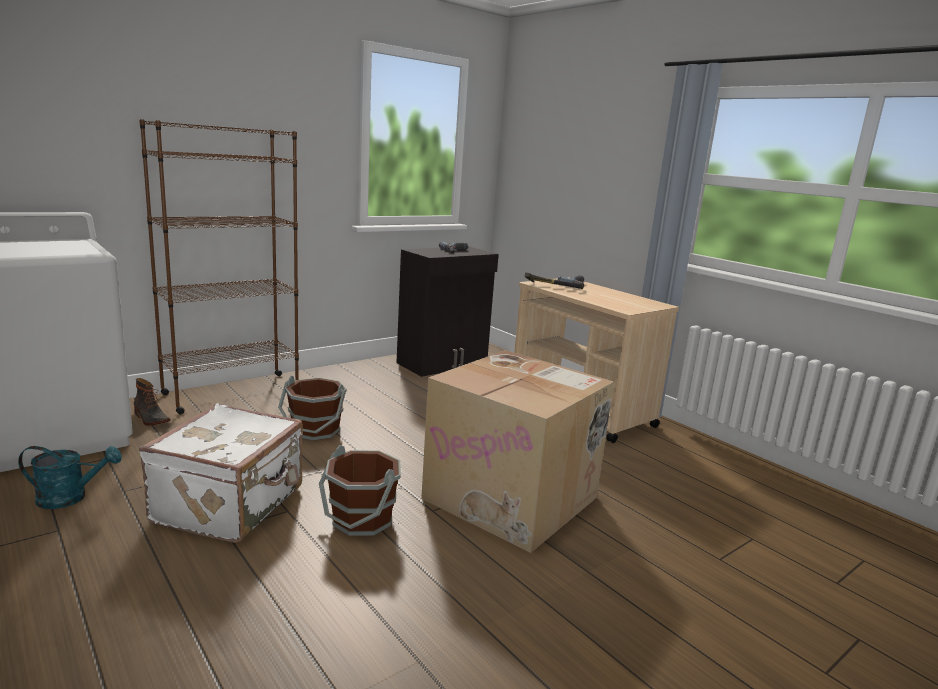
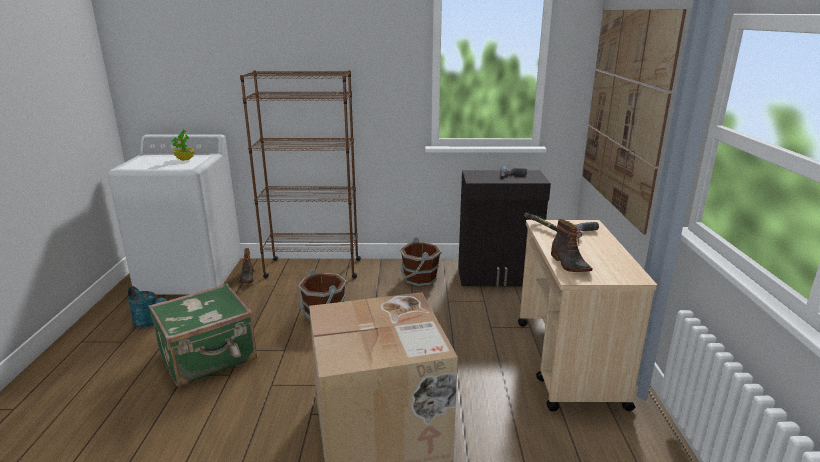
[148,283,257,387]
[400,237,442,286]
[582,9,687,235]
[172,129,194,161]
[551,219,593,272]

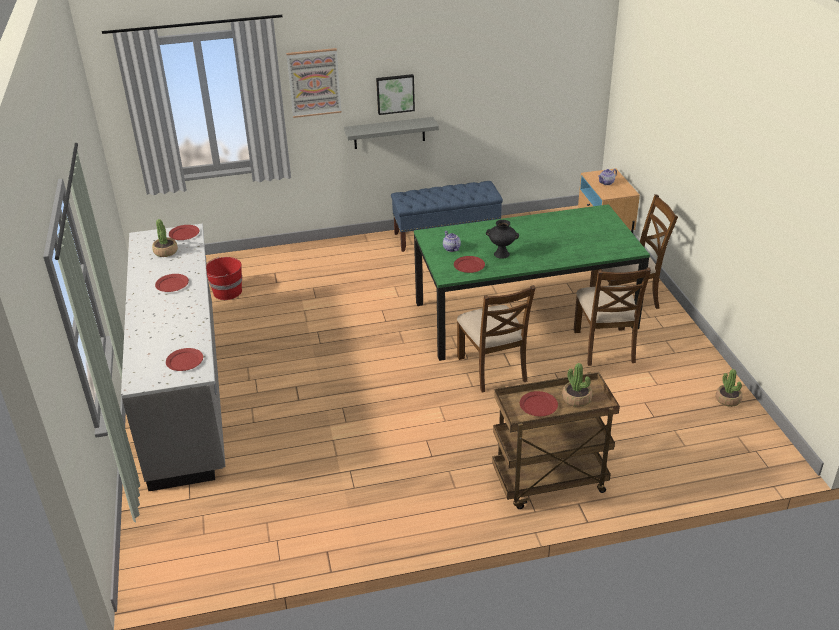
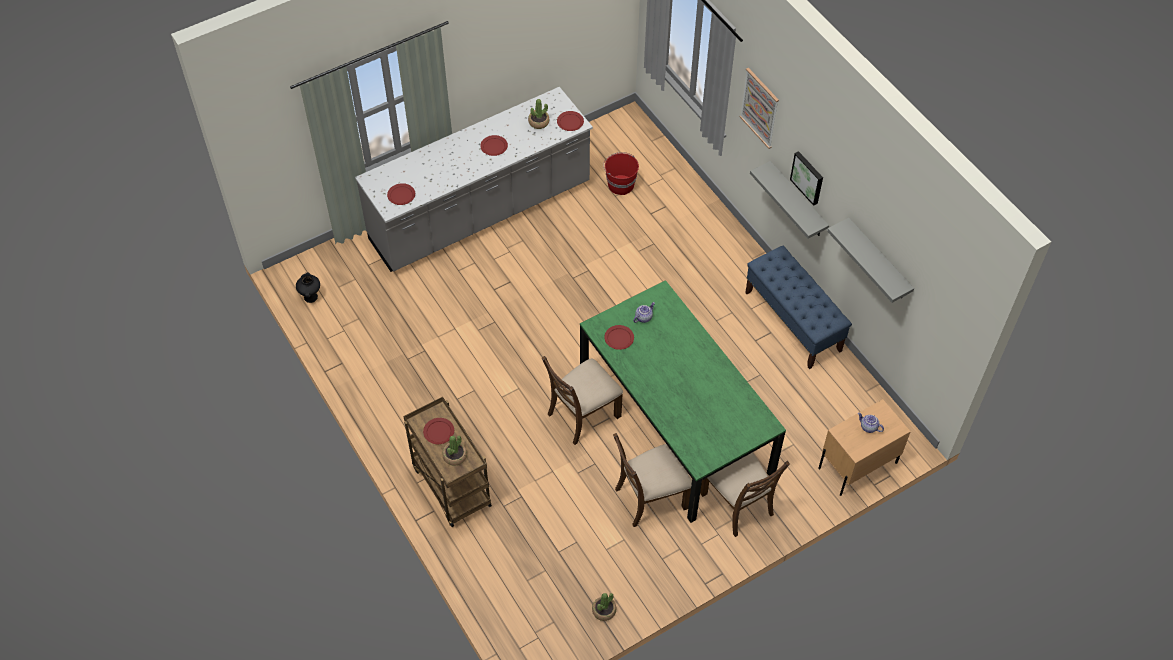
[296,273,320,303]
[827,218,914,303]

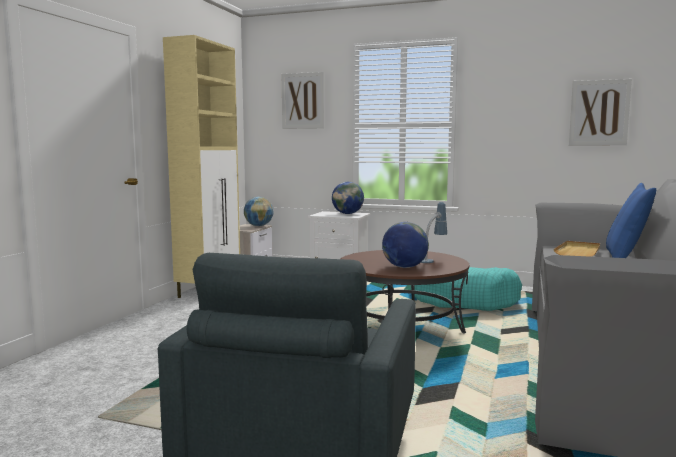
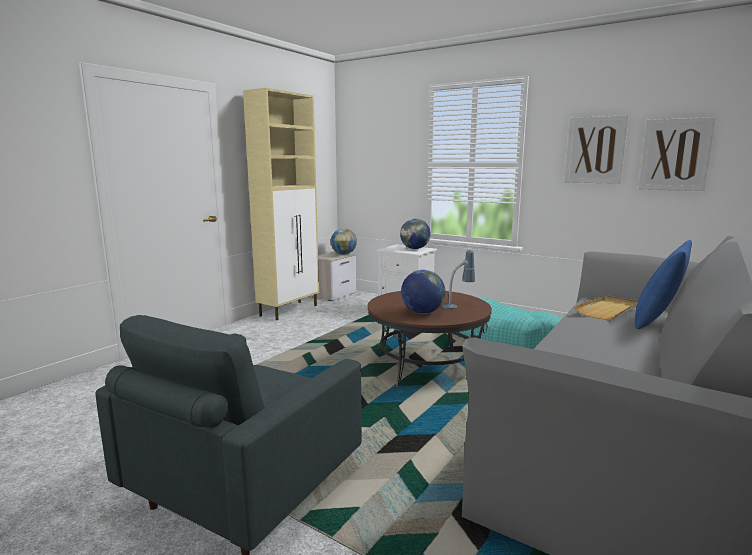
[565,115,629,184]

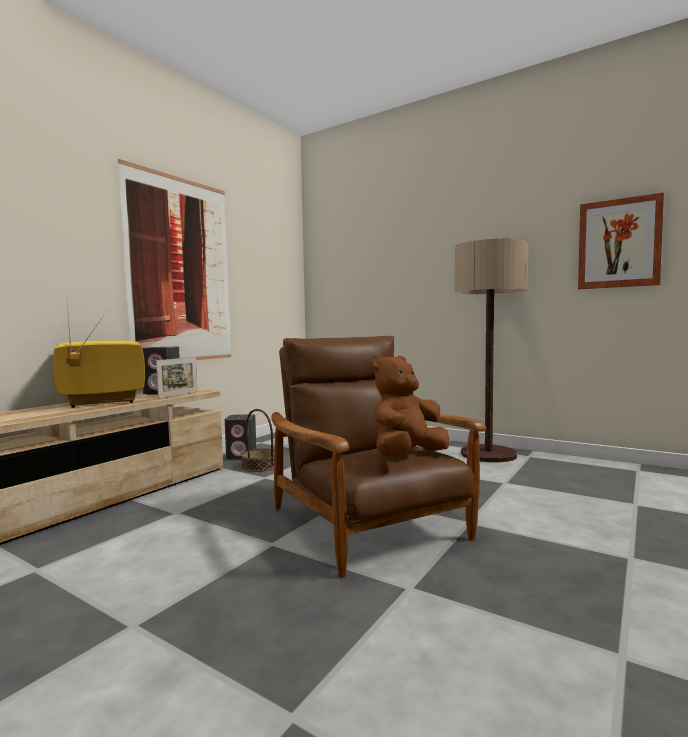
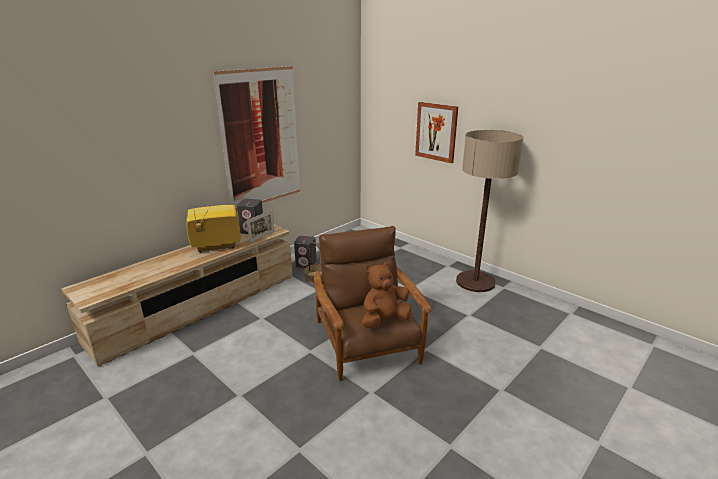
[415,102,458,163]

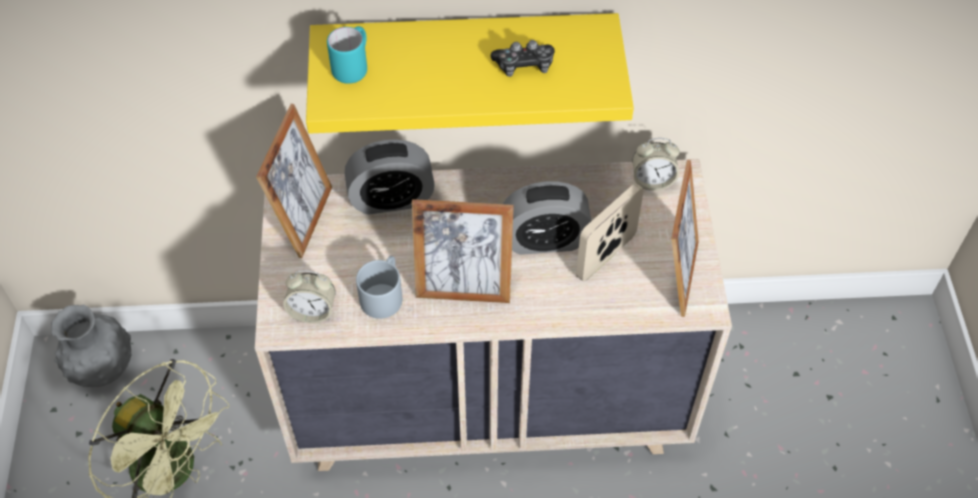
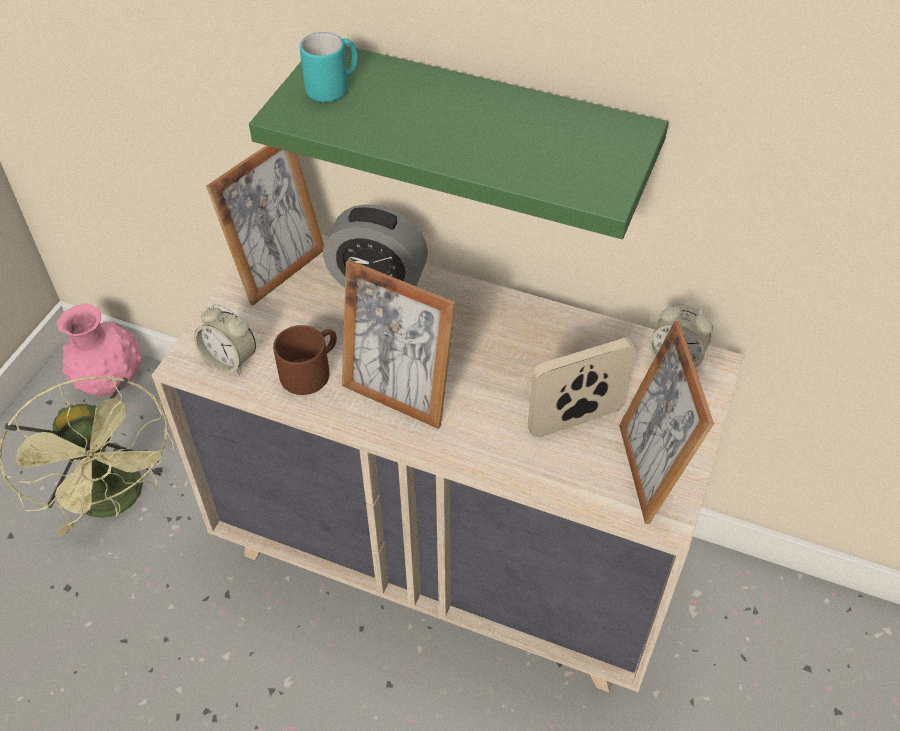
[249,46,669,239]
[491,40,555,77] (first image)
[619,320,714,524]
[503,181,591,255] (first image)
[273,325,337,395]
[57,303,141,396]

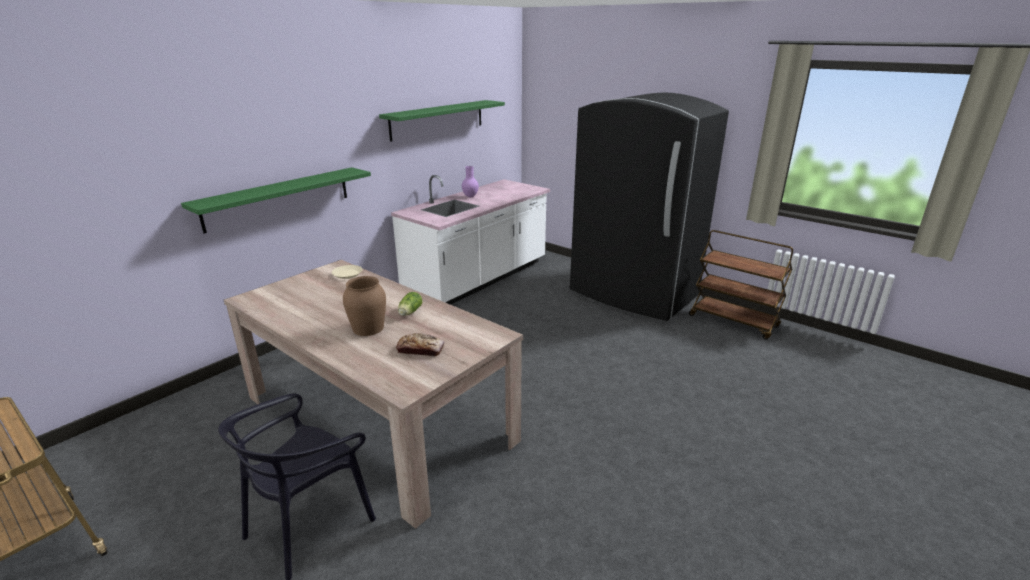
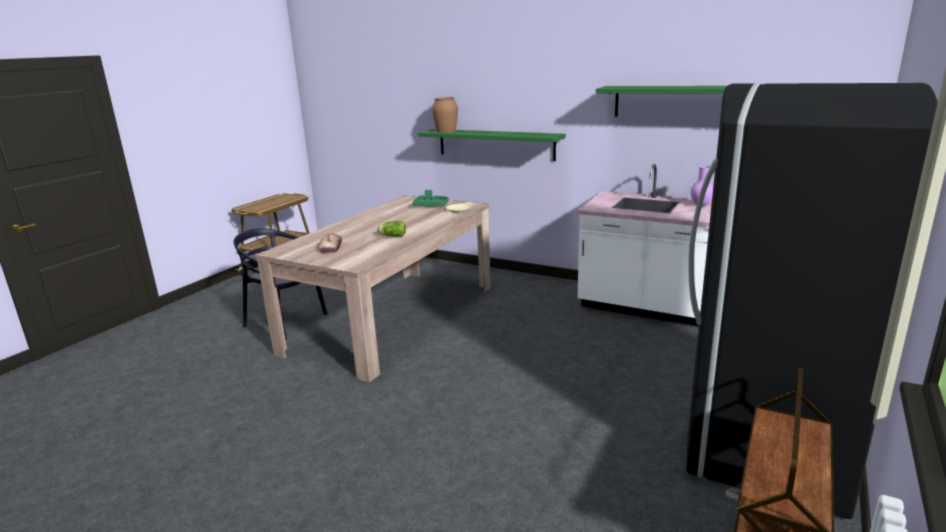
[432,97,458,133]
[412,190,449,207]

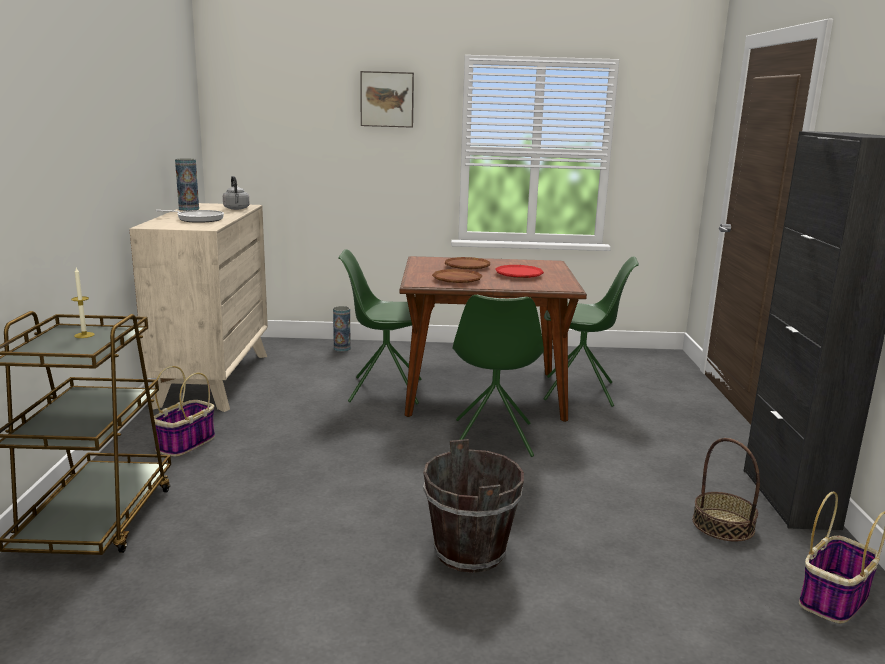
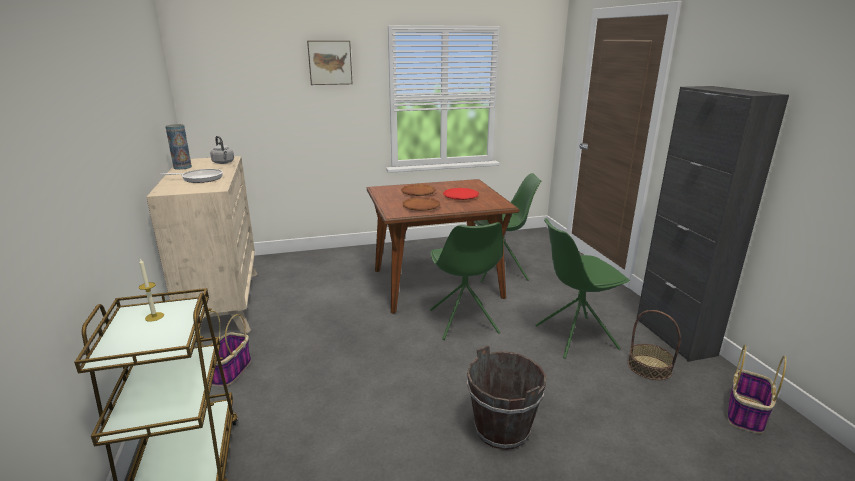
[535,218,630,359]
[333,306,351,352] (first image)

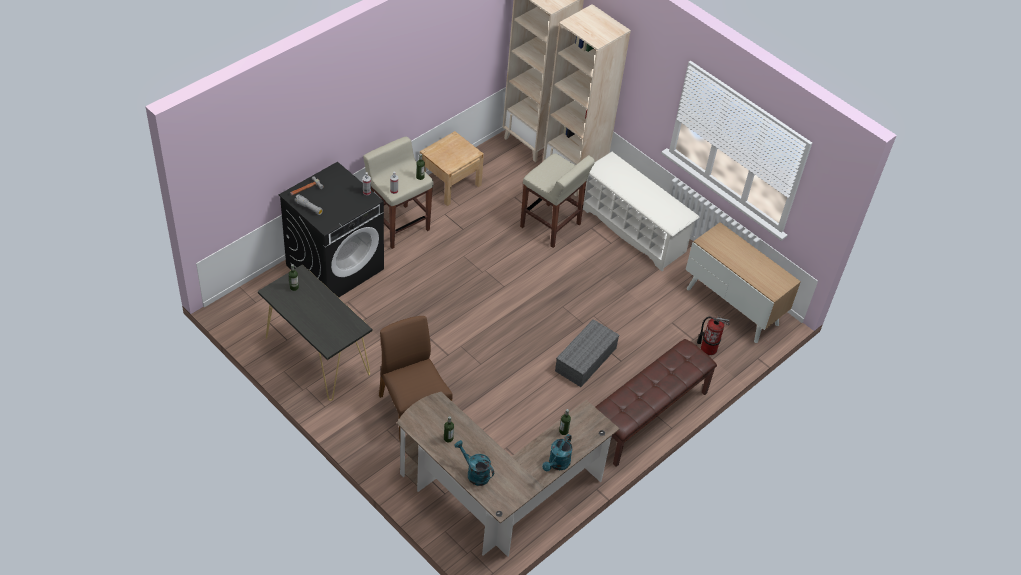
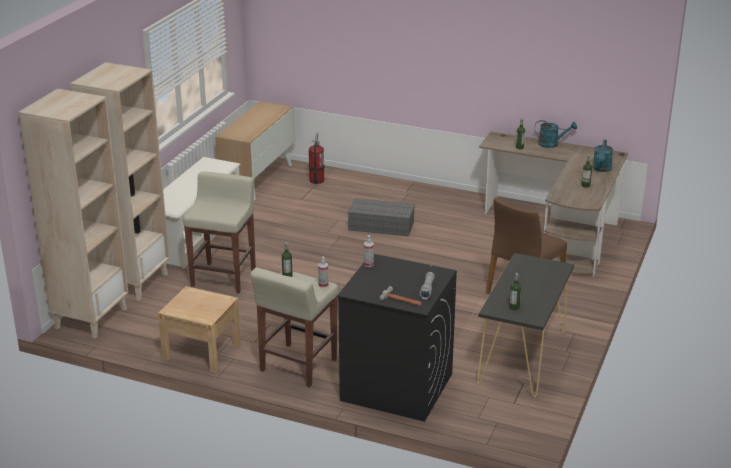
[595,339,717,467] (first image)

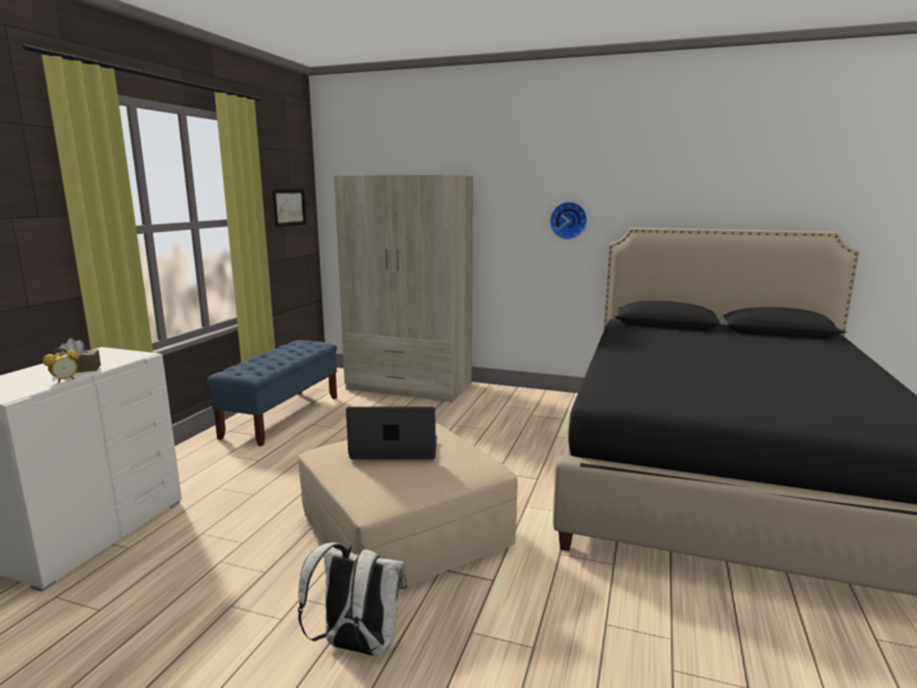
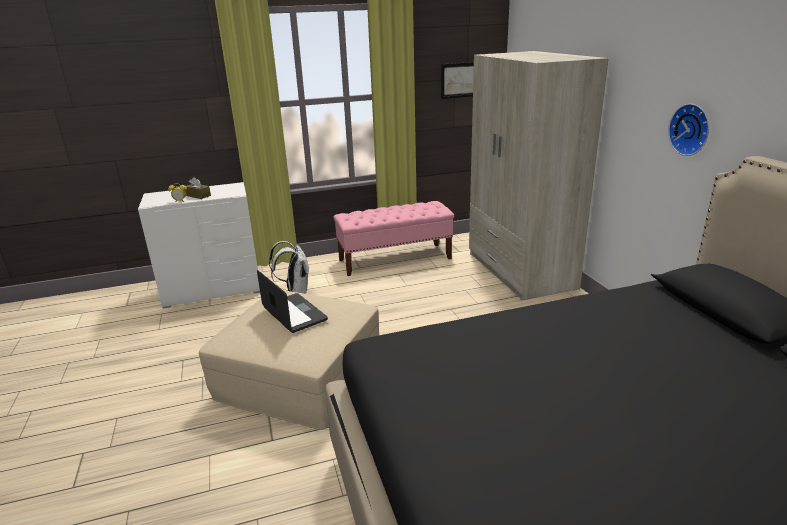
[333,201,454,276]
[269,241,309,294]

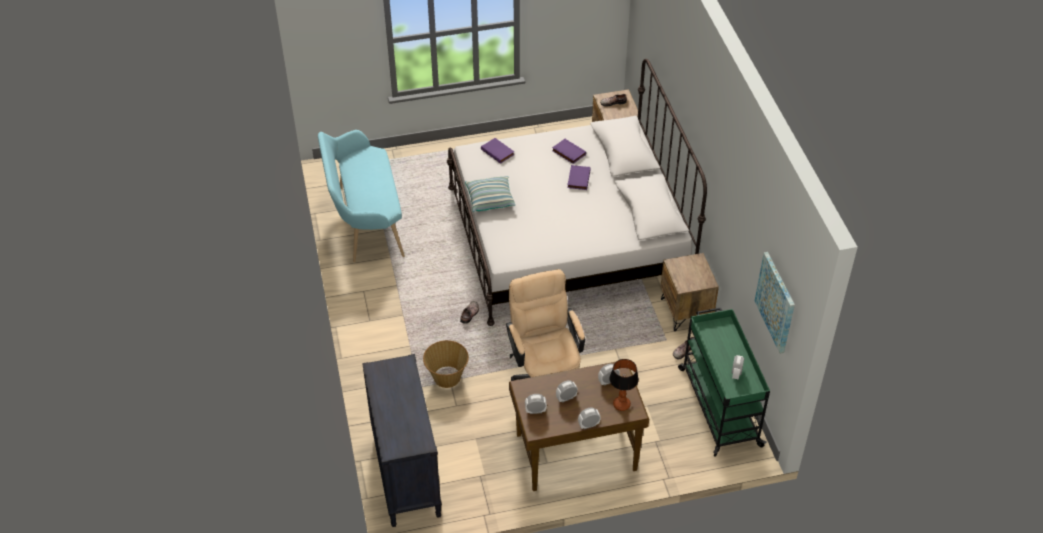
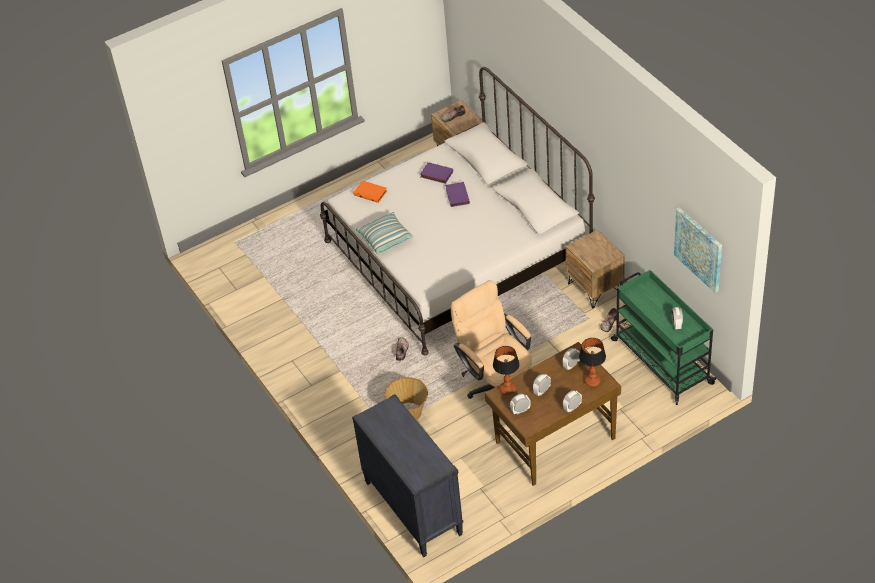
[318,130,405,262] (first image)
[353,180,387,203]
[493,346,520,395]

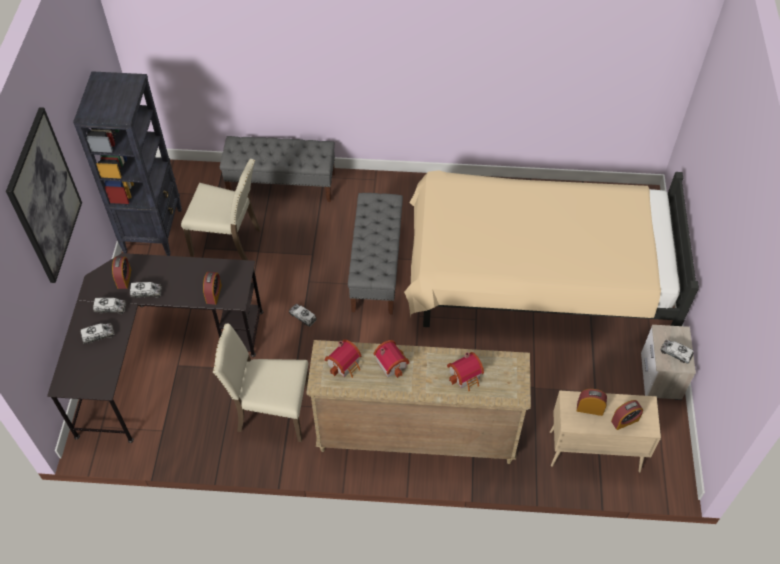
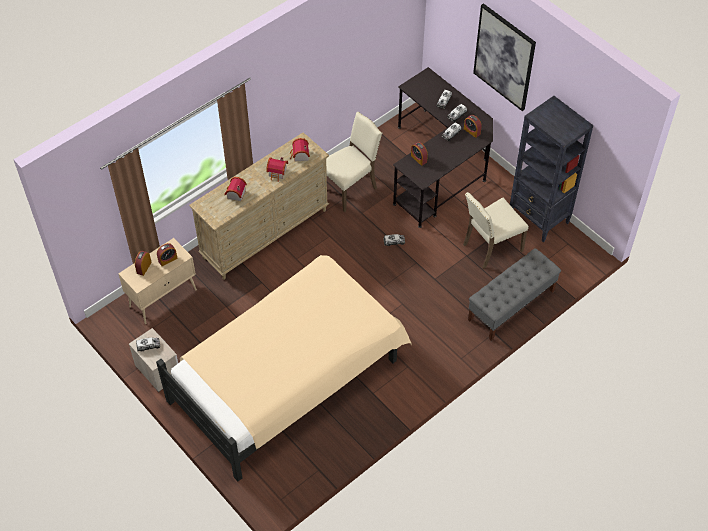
[348,193,403,315] (first image)

